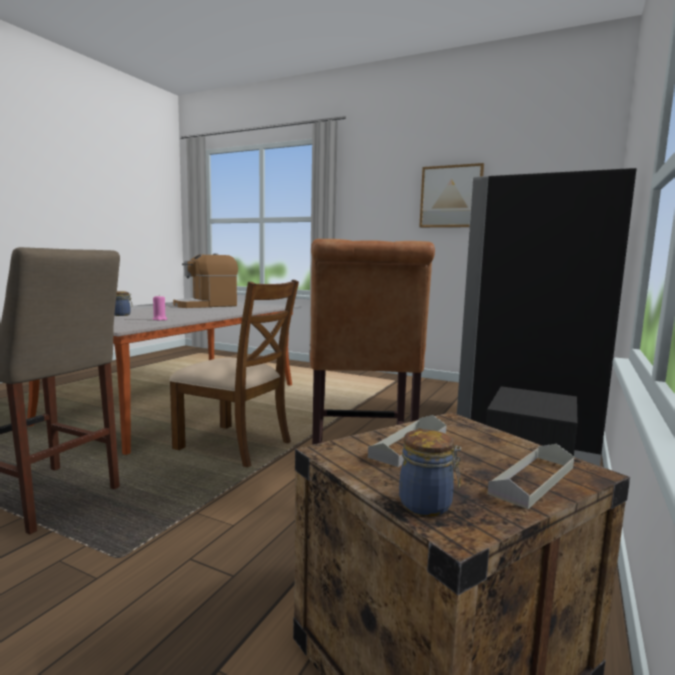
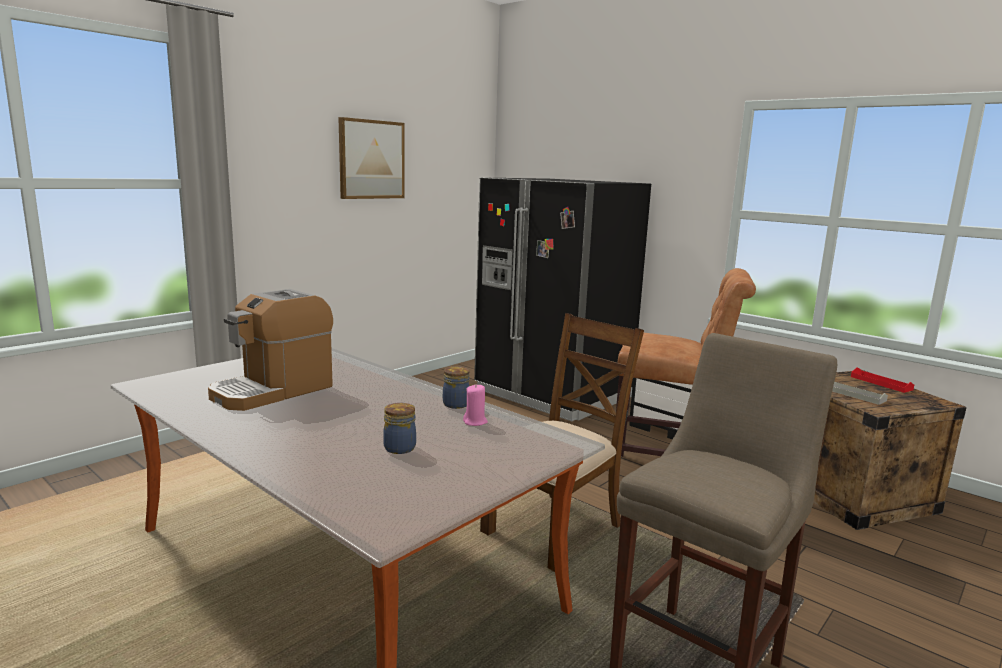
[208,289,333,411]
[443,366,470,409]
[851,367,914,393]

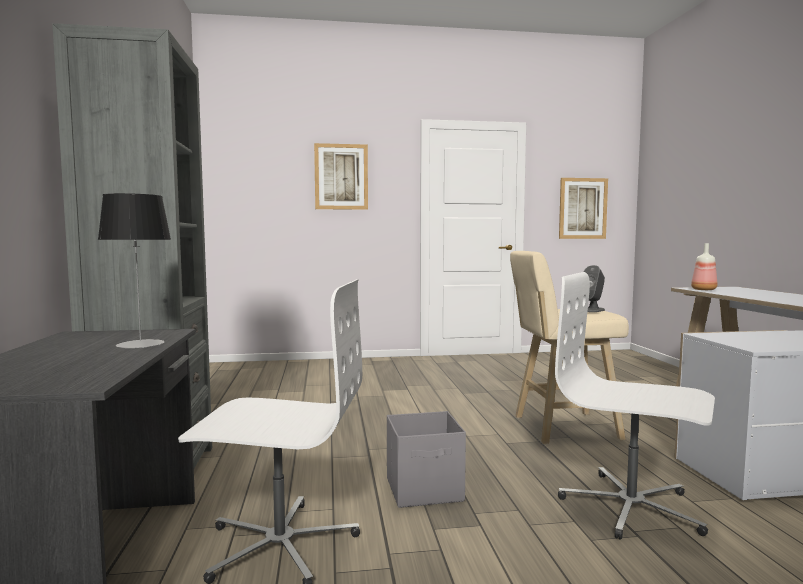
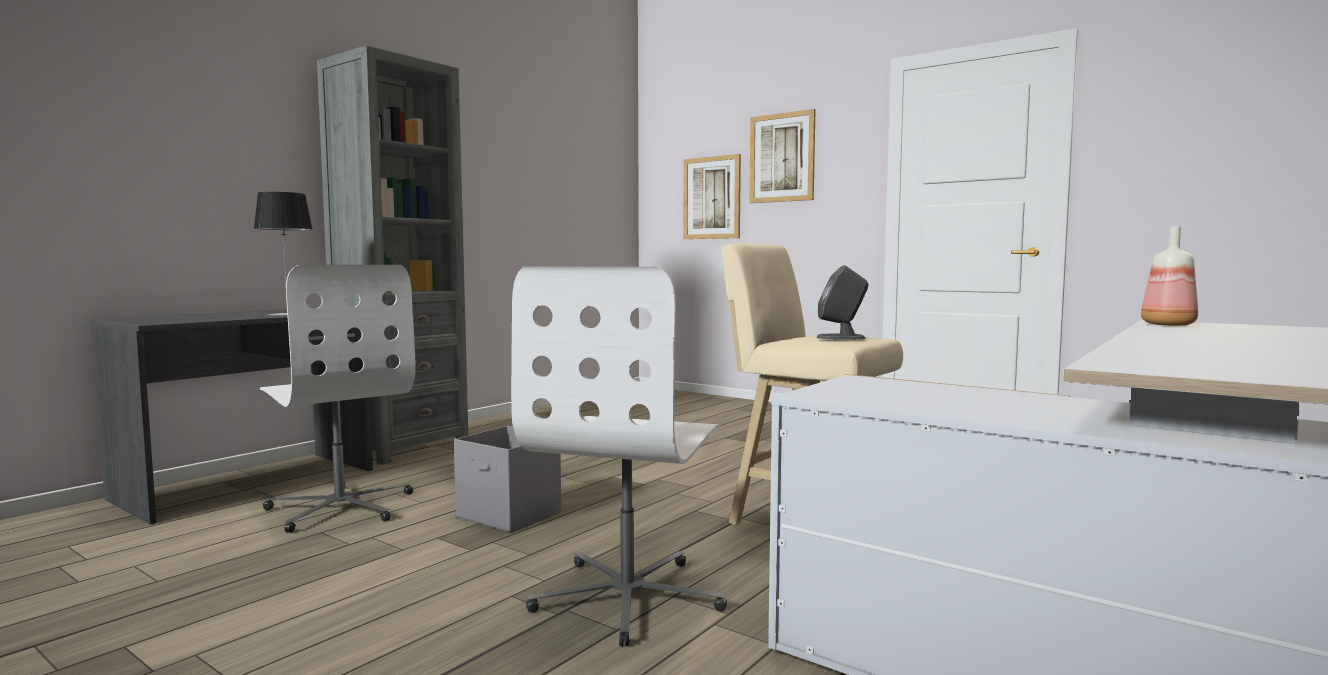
[683,154,741,239]
[511,266,727,646]

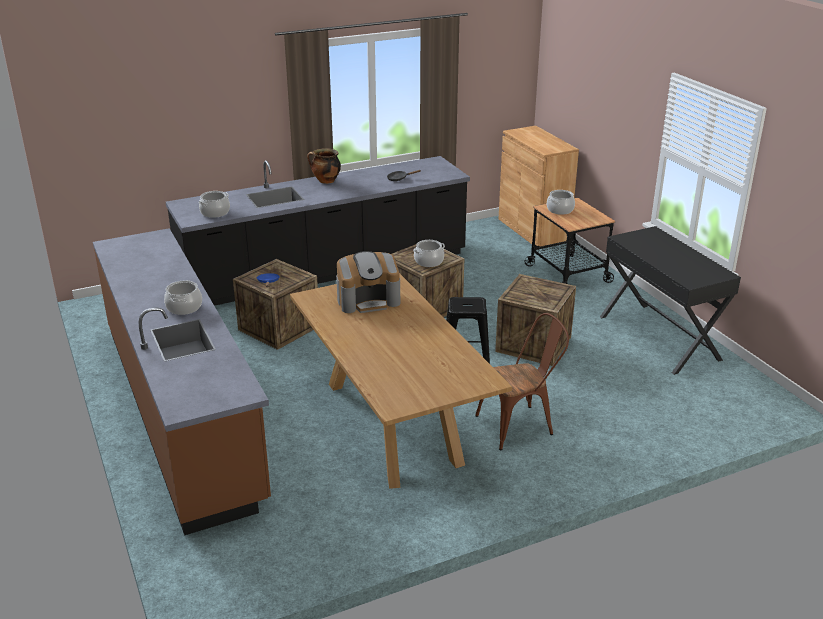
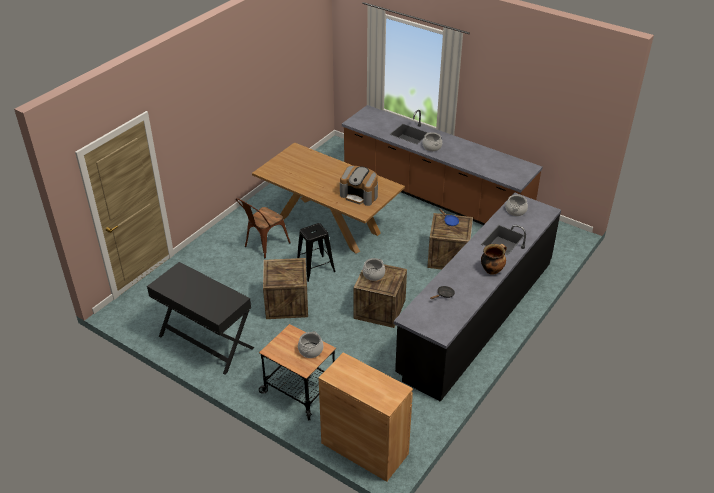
[340,166,378,206]

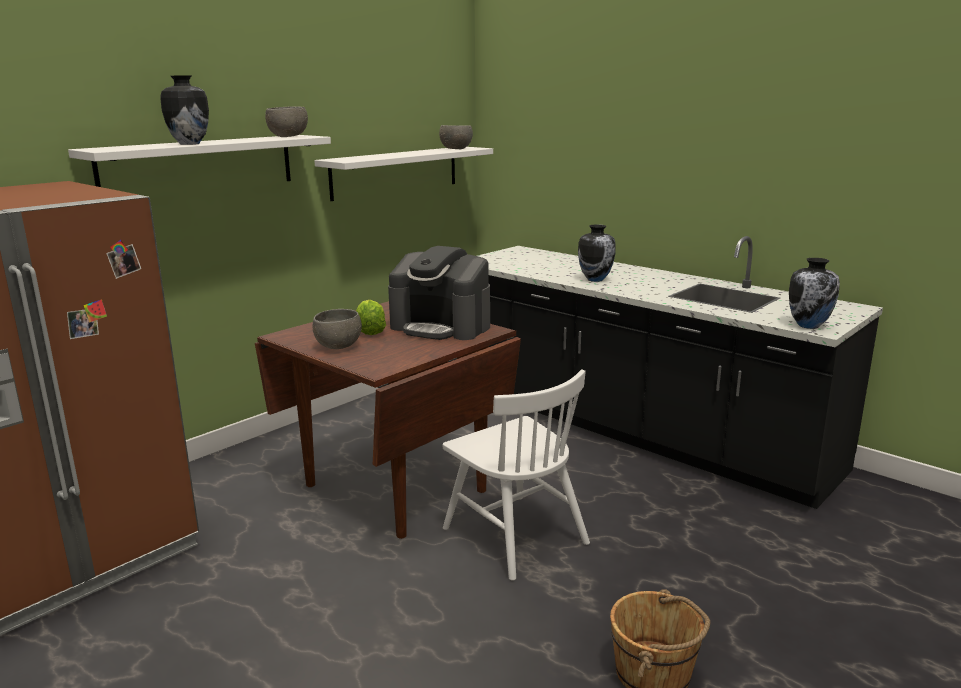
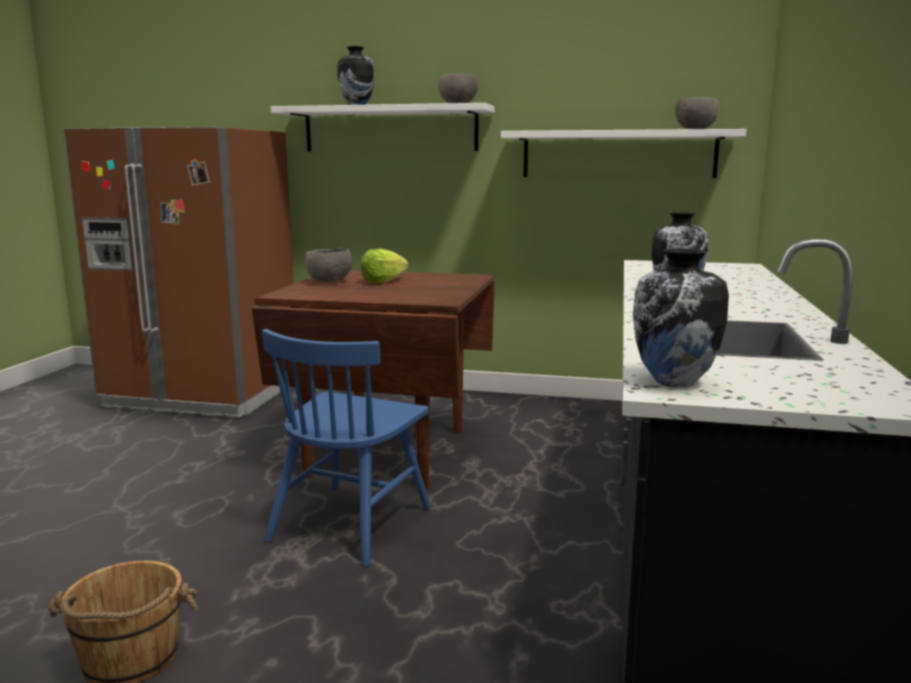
[388,246,490,340] (first image)
[262,329,431,567]

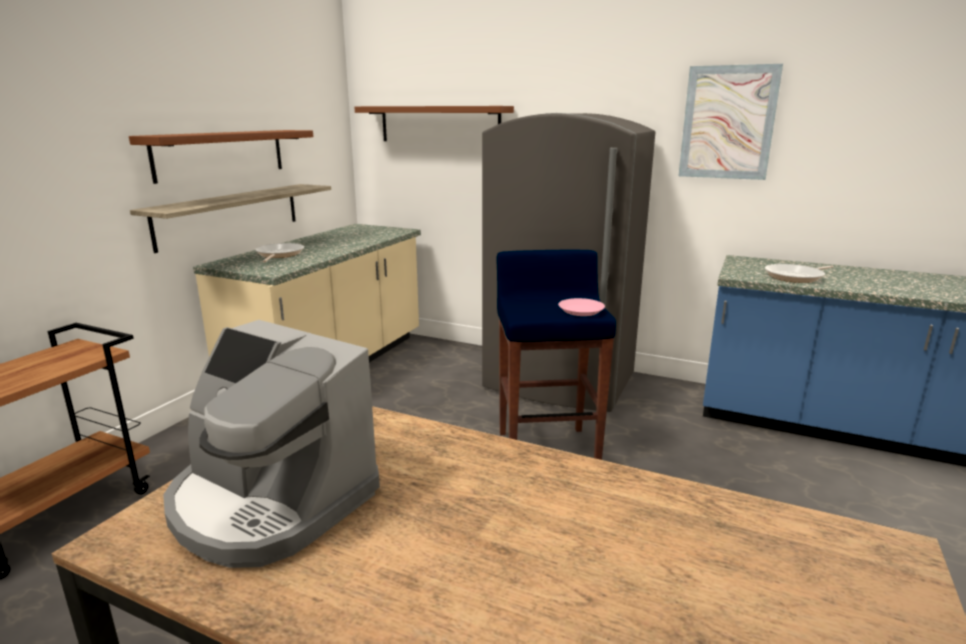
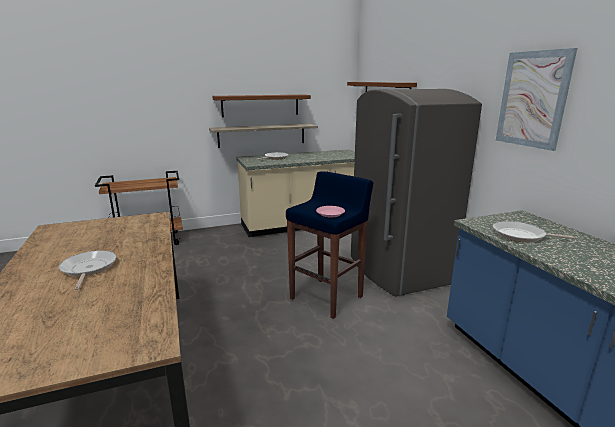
[163,320,380,568] (first image)
[59,250,116,290]

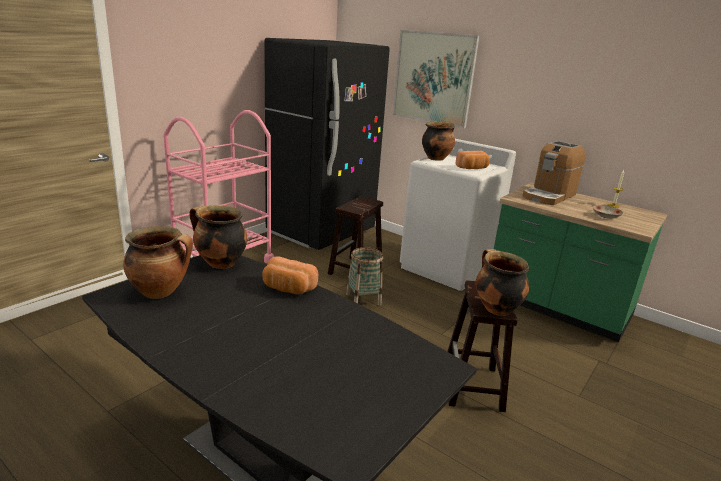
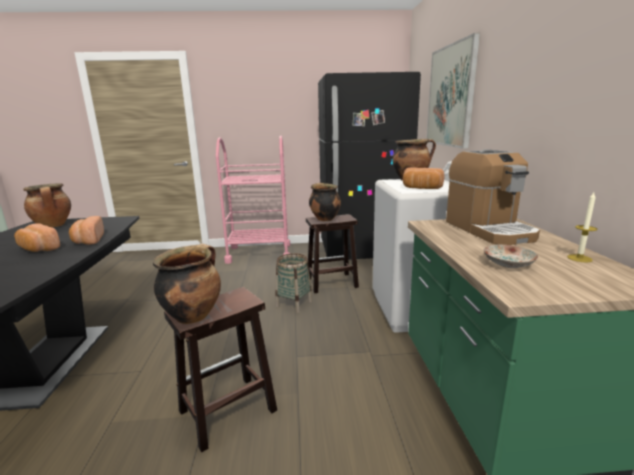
[446,149,540,245]
[309,183,341,221]
[14,223,60,252]

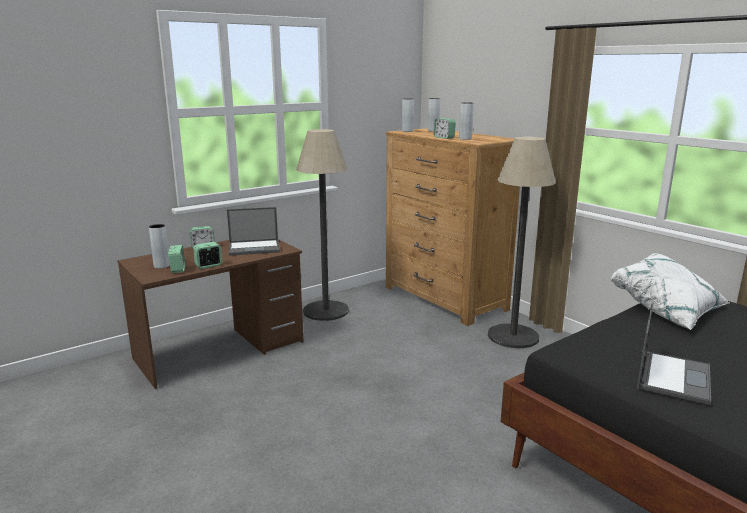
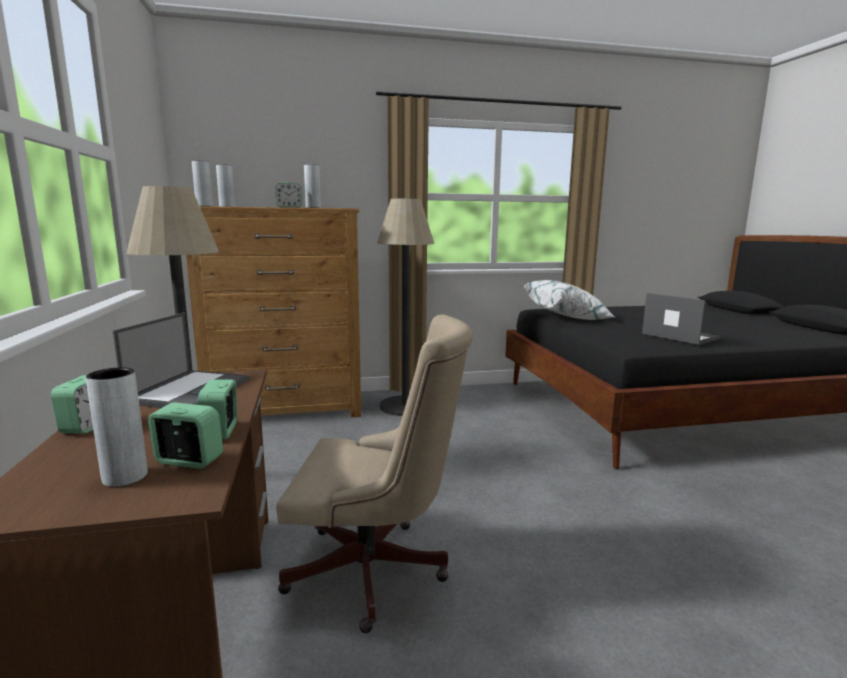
[276,314,473,633]

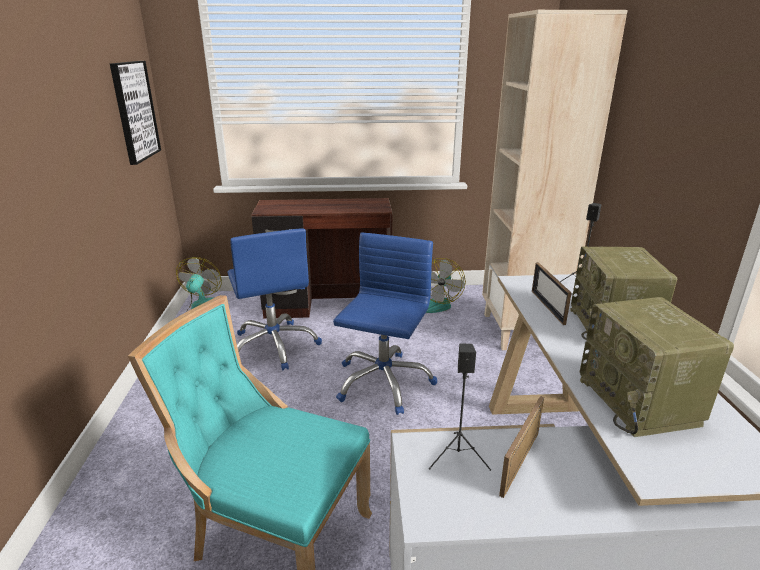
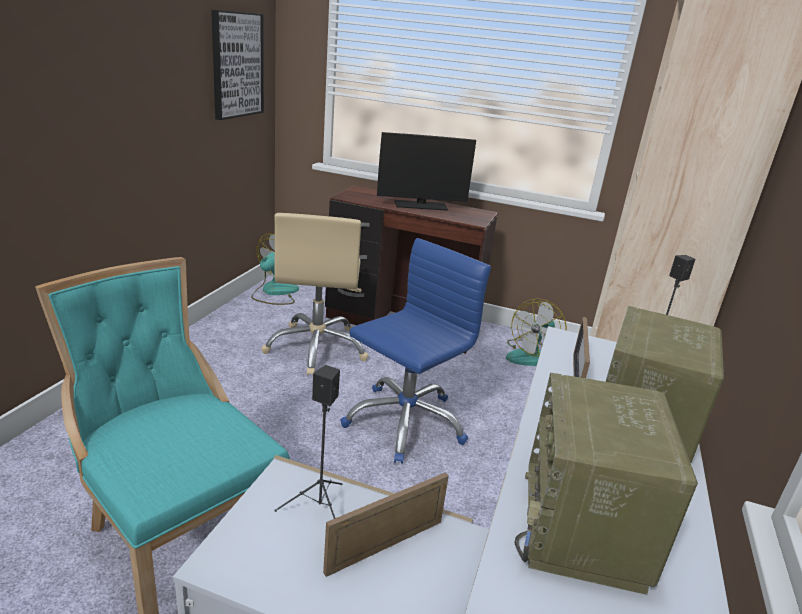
[261,213,369,376]
[377,132,476,211]

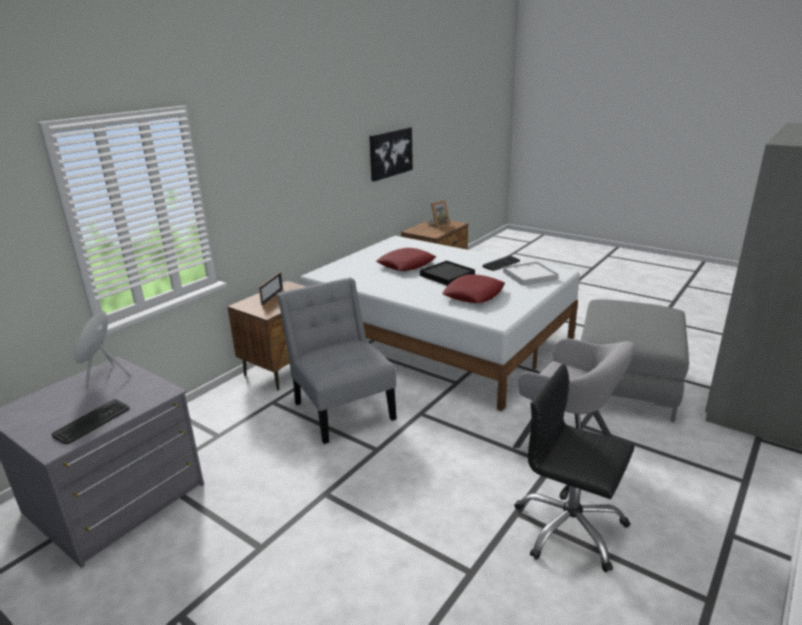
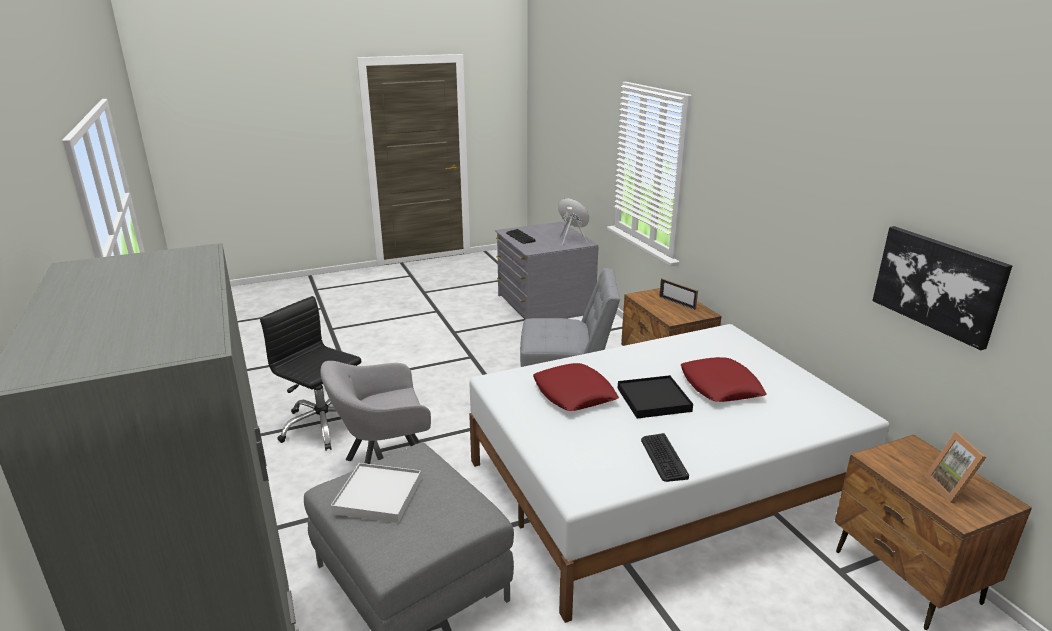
[331,463,422,523]
[260,296,361,451]

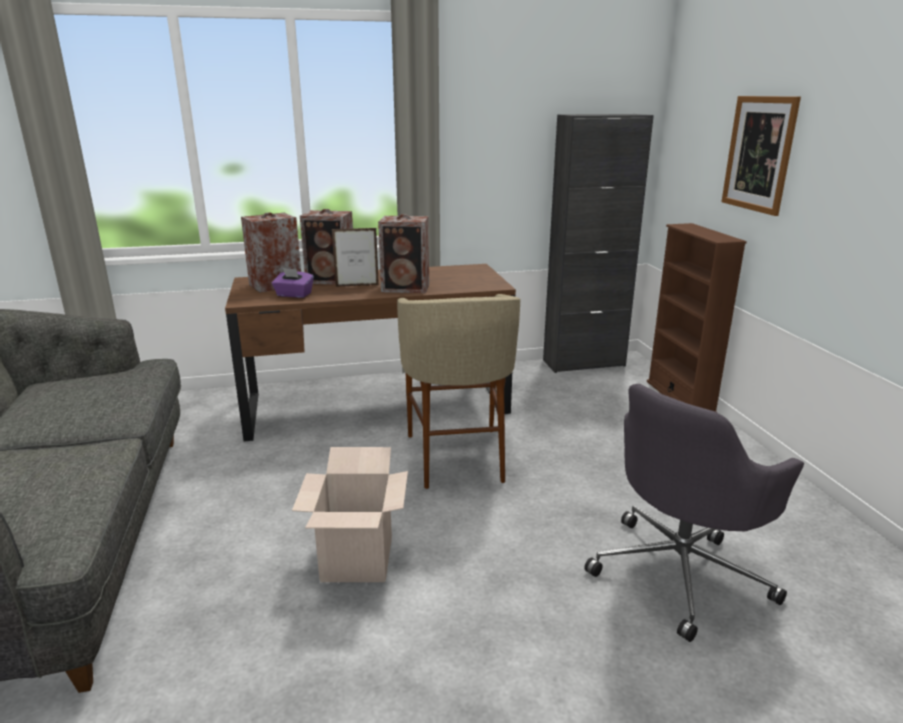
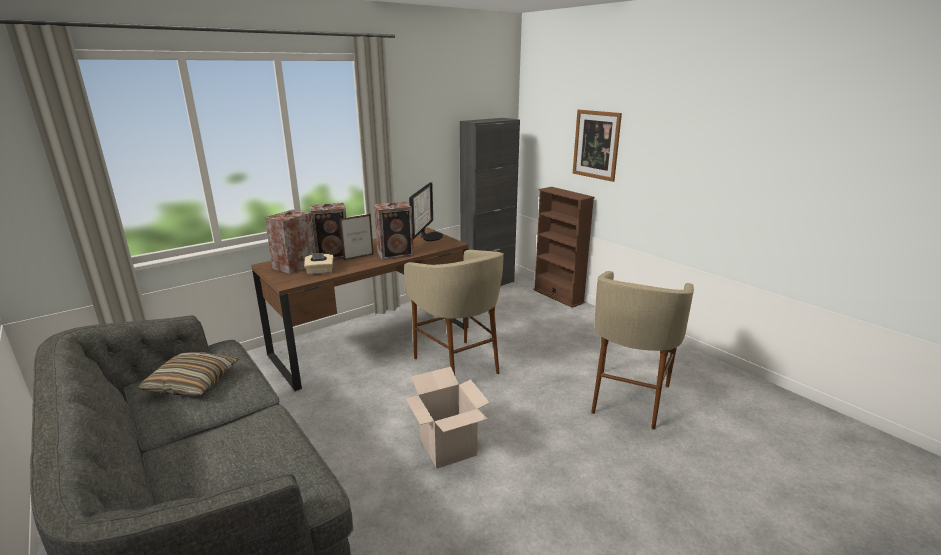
[304,253,334,275]
[591,271,694,430]
[409,182,443,241]
[137,352,239,396]

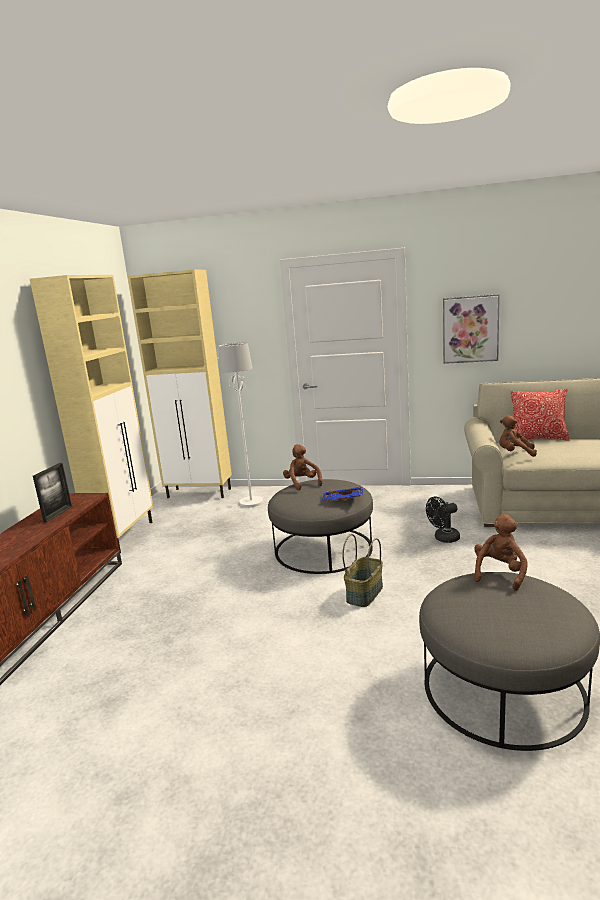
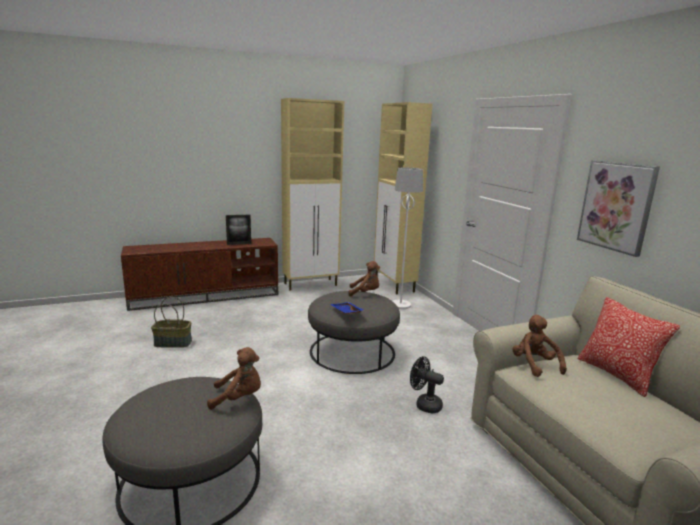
[348,261,380,297]
[151,297,192,348]

